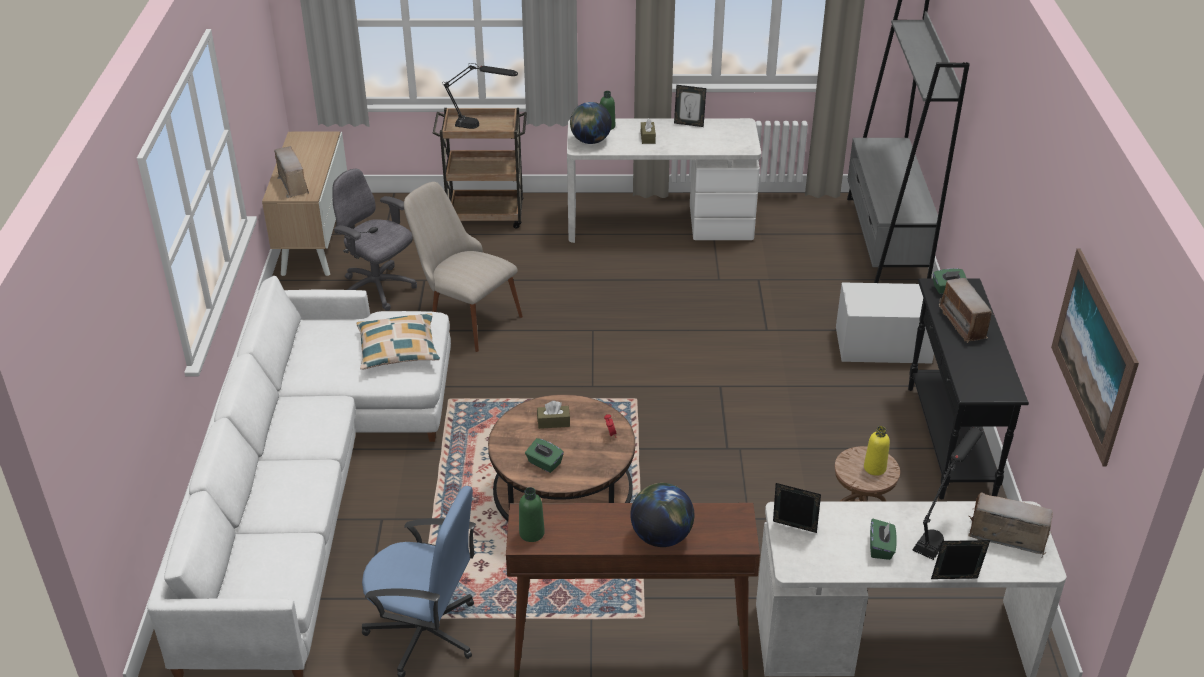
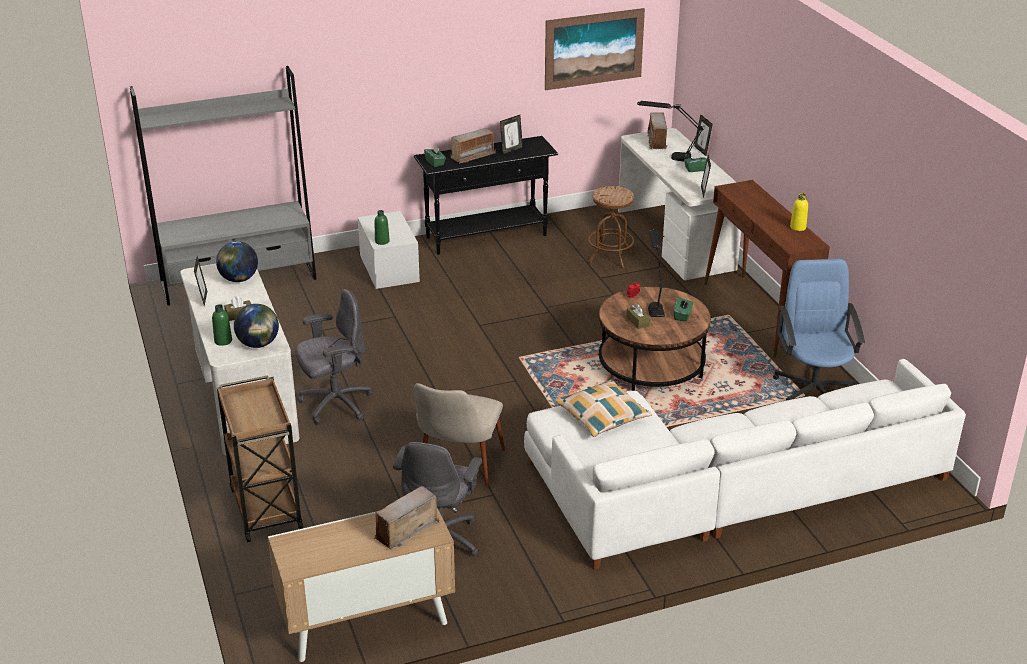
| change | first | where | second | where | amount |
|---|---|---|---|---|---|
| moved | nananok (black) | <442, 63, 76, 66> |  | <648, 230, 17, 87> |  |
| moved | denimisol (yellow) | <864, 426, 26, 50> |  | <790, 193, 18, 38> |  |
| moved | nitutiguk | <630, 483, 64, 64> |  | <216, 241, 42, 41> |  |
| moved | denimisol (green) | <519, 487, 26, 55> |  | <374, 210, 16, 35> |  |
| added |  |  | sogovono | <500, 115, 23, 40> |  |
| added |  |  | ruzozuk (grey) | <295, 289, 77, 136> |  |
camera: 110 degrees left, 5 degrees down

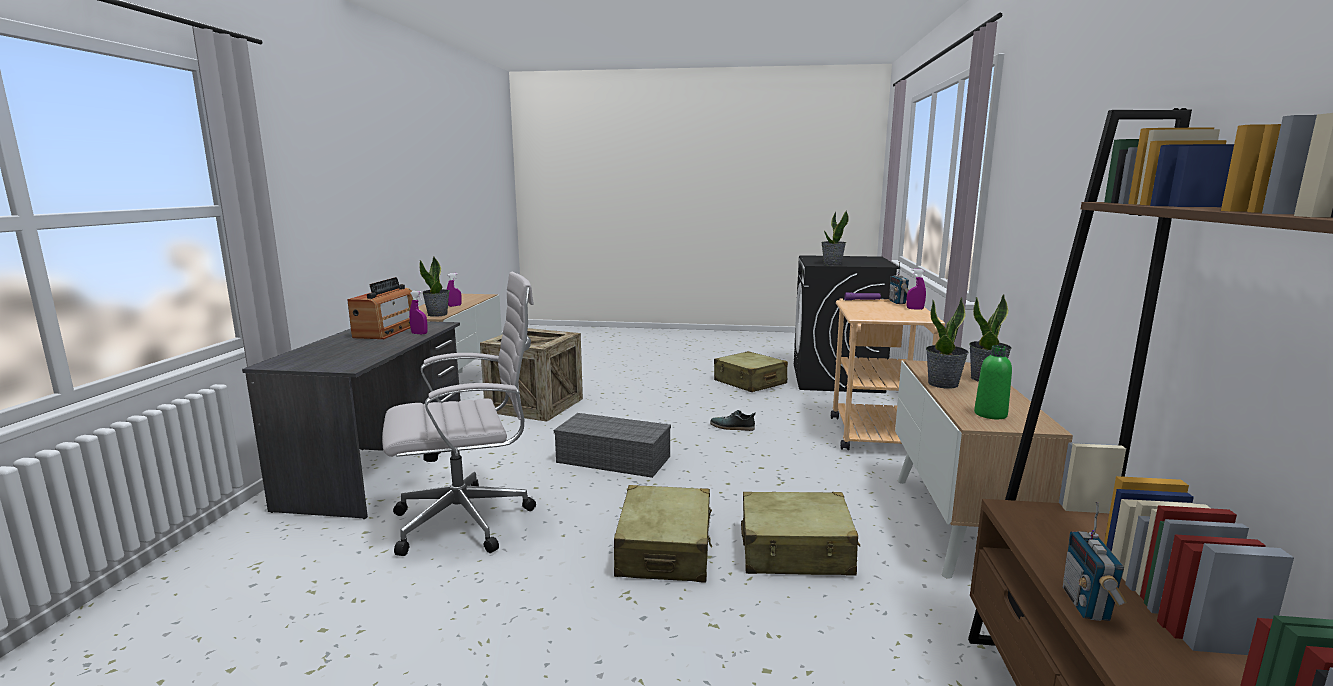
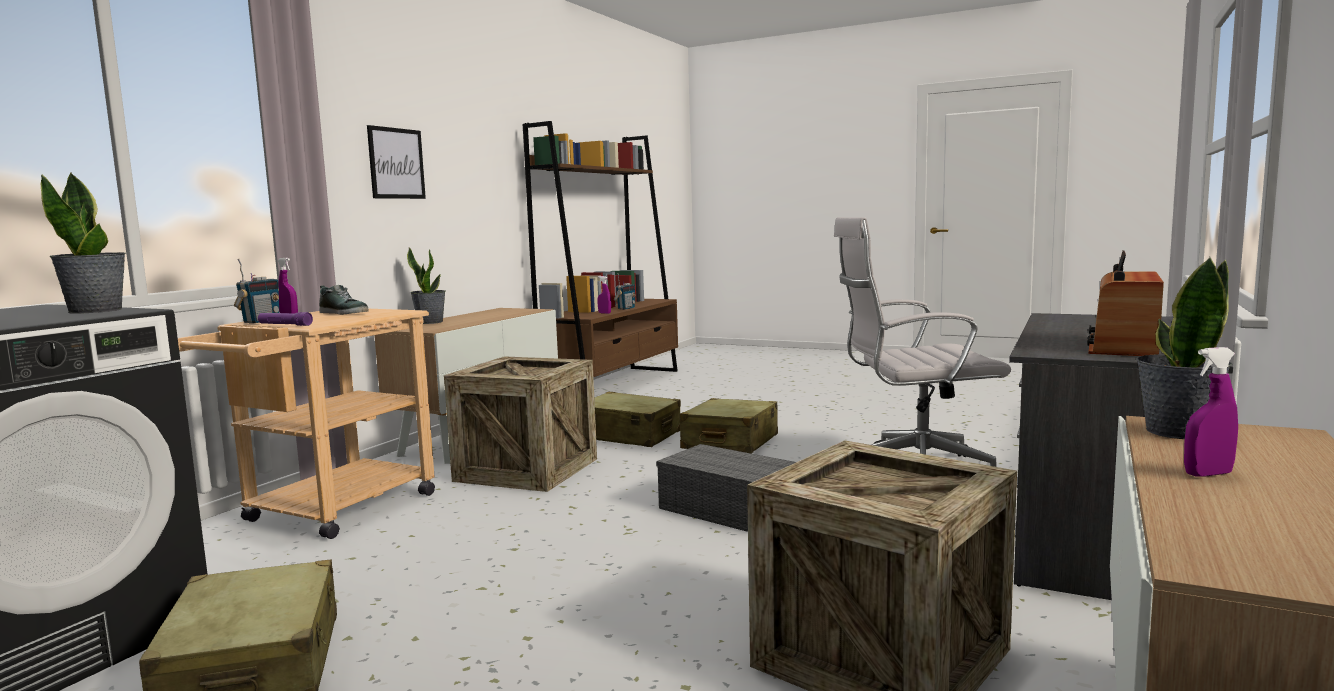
| change | first | where | second | where | amount |
|---|---|---|---|---|---|
| moved | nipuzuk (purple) | <409, 291, 19, 44> |  | <597, 276, 14, 38> |  |
| removed | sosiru | <926, 297, 43, 92> |  |  |  |
| removed | denimisol (green) | <974, 345, 38, 74> |  |  |  |
| moved | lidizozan | <710, 410, 46, 21> |  | <319, 285, 50, 30> |  |
| added |  |  | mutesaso | <367, 125, 59, 74> |  |
| added |  |  | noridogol | <444, 356, 153, 136> |  |
camera: 160 degrees left, 5 degrees down

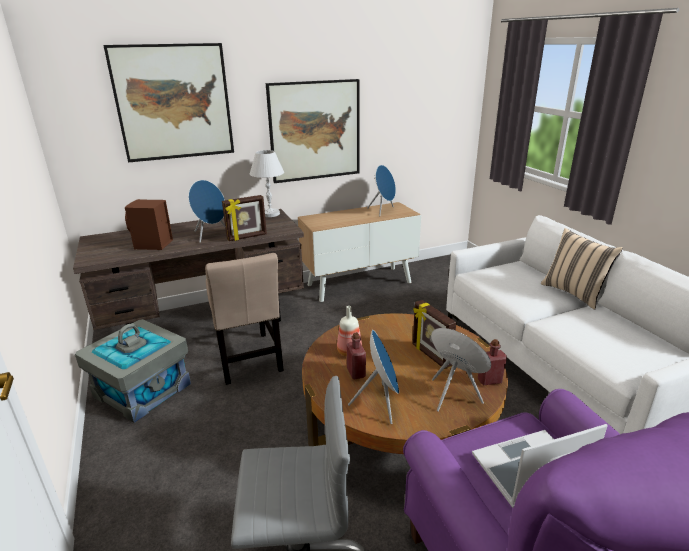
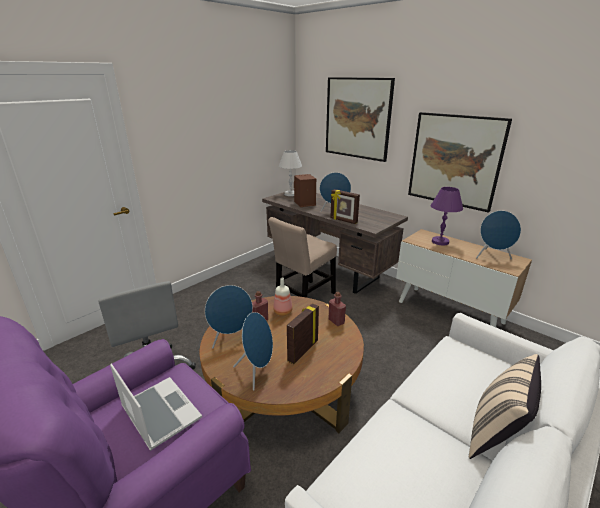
| change | first | where | second | where | amount |
|---|---|---|---|---|---|
| moved | nananok (white) | <250, 150, 34, 67> |  | <279, 150, 23, 46> |  |
| removed | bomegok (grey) | <75, 319, 116, 104> |  |  |  |
| moved | denimisol (red) | <478, 339, 29, 46> |  | <328, 292, 18, 34> |  |
| added |  |  | nananok (purple) | <431, 187, 32, 59> |  |
camera: 65 degrees right, 0 degrees up

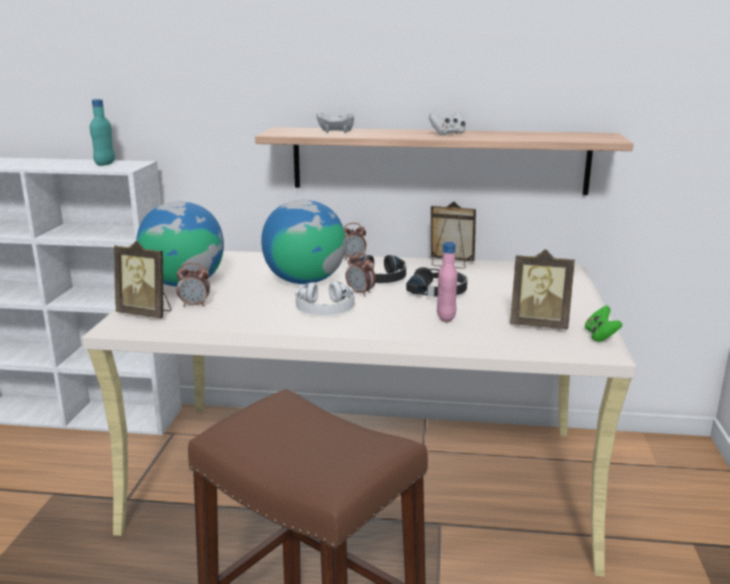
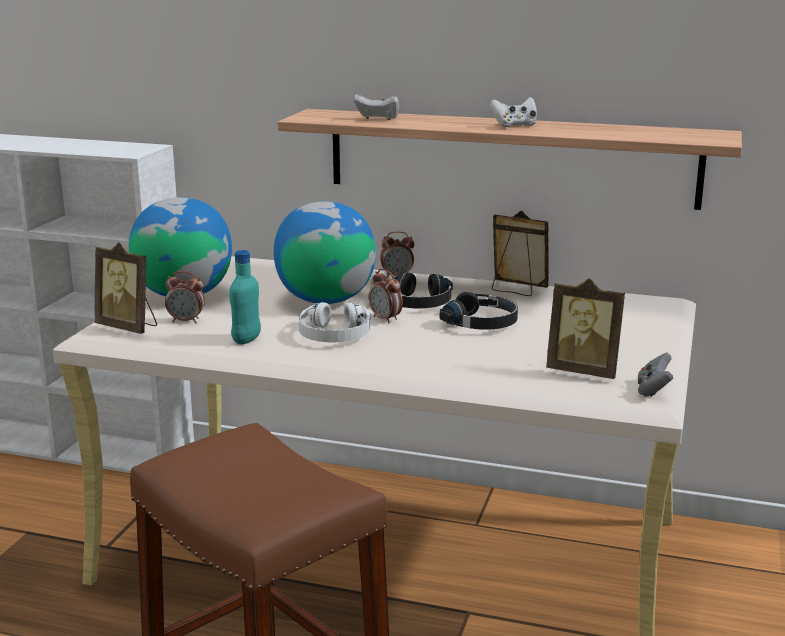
| change | first | where | second | where | amount |
|---|---|---|---|---|---|
| moved | denimisol (turquoise) | <90, 99, 25, 67> |  | <229, 250, 32, 94> |  |
| removed | denimisol (pink) | <437, 242, 21, 80> |  |  |  |
| recoloured | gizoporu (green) | <585, 305, 37, 37> | gizoporu (grey) | <638, 352, 35, 44> |  |
camera: 10 degrees right, 0 degrees up

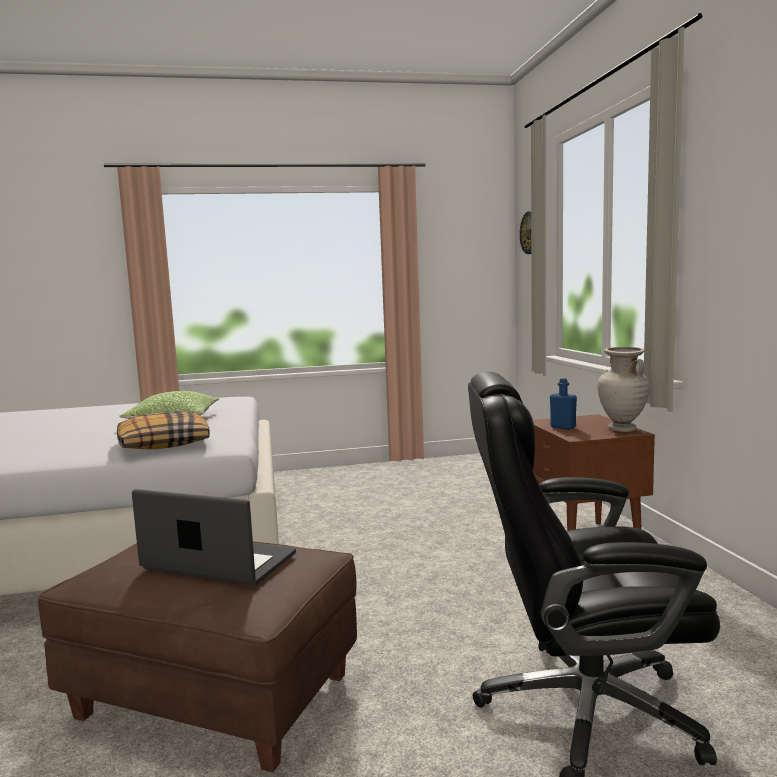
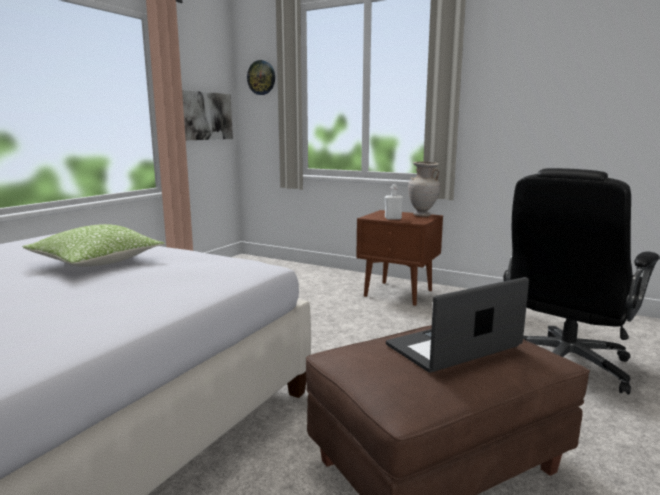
| change | first | where | second | where | amount |
|---|---|---|---|---|---|
| recoloured | denimisol (blue) | <550, 378, 27, 52> | denimisol (white) | <385, 184, 18, 36> |  |
| removed | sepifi | <117, 411, 93, 38> |  |  |  |
| added |  |  | mutesaso | <182, 90, 51, 50> |  |
camera: 50 degrees left, 5 degrees up

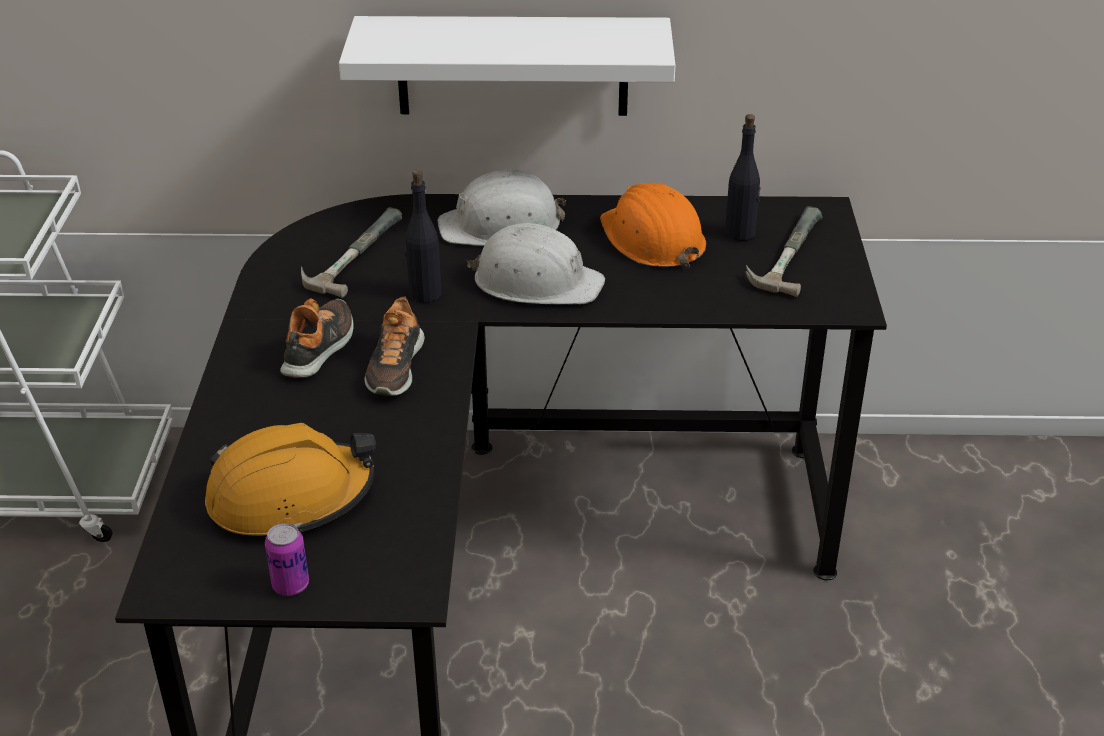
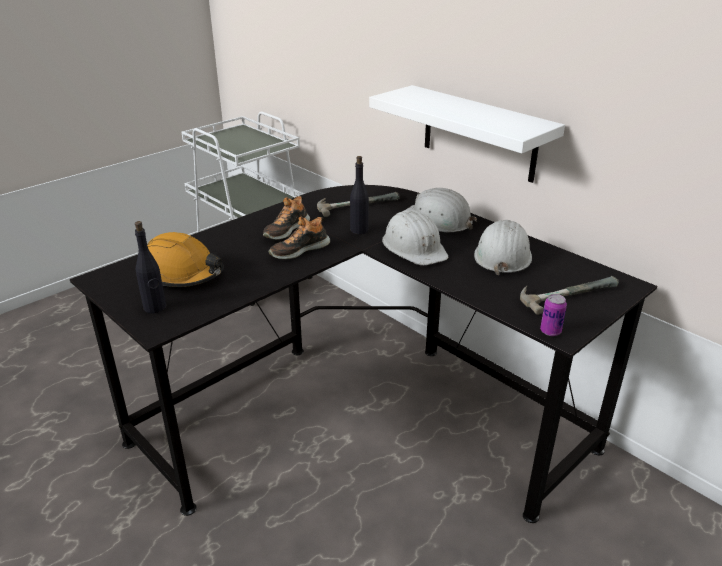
| change | first | where | second | where | amount |
|---|---|---|---|---|---|
| moved | denimisol (black) | <725, 114, 36, 127> |  | <135, 221, 31, 92> |  |
| recoloured | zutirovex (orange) | <600, 183, 106, 86> | zutirovex (white) | <474, 220, 58, 55> |  |
| turned | lidizozan | <280, 298, 74, 80> |  | <263, 196, 47, 44> | 150 degrees clockwise |
| moved | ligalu | <265, 523, 44, 73> |  | <540, 294, 27, 42> |  |
camera: 45 degrees right, 5 degrees down

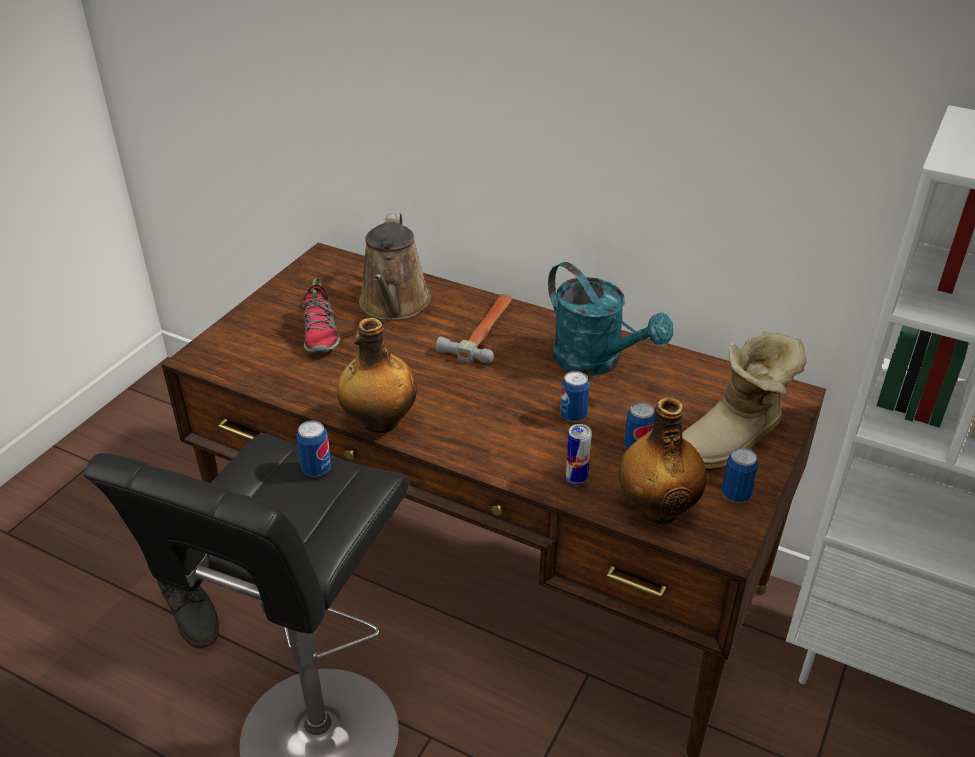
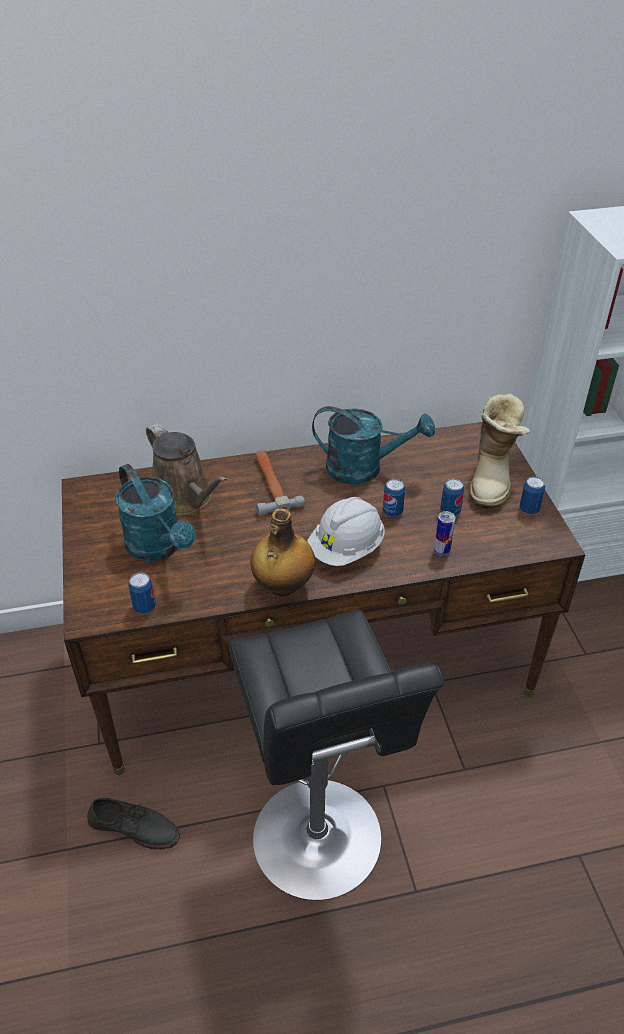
| change | first | where | second | where | amount |
|---|---|---|---|---|---|
| replaced | lidizozan | <301, 278, 39, 75> | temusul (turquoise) | <115, 464, 81, 97> |  |
| removed | denimisol | <619, 397, 88, 127> |  |  |  |
| moved | ligalu | <296, 421, 35, 55> |  | <128, 572, 28, 42> |  |
| added |  |  | zutirovex (white) | <307, 497, 78, 69> |  |
camera: 40 degrees left, 5 degrees up

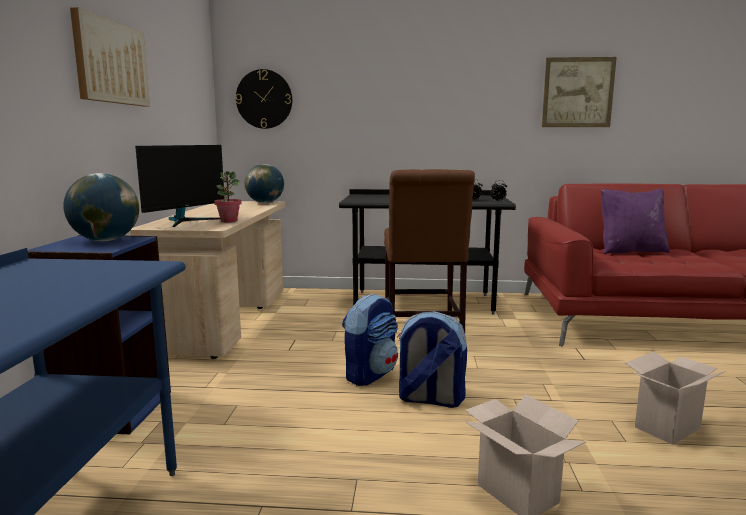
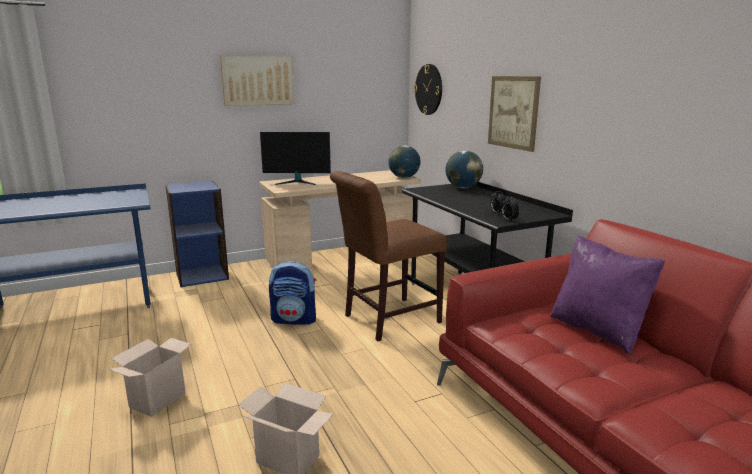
| change | first | where | second | where | amount |
|---|---|---|---|---|---|
| moved | mutesaso | <542, 57, 75, 70> |  | <488, 76, 53, 76> |  |
| removed | sosiru | <214, 171, 28, 51> |  |  |  |
| moved | nitutiguk | <63, 173, 76, 68> |  | <445, 151, 38, 37> |  |
| removed | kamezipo | <397, 311, 70, 97> |  |  |  |
camera: 60 degrees right, 5 degrees up

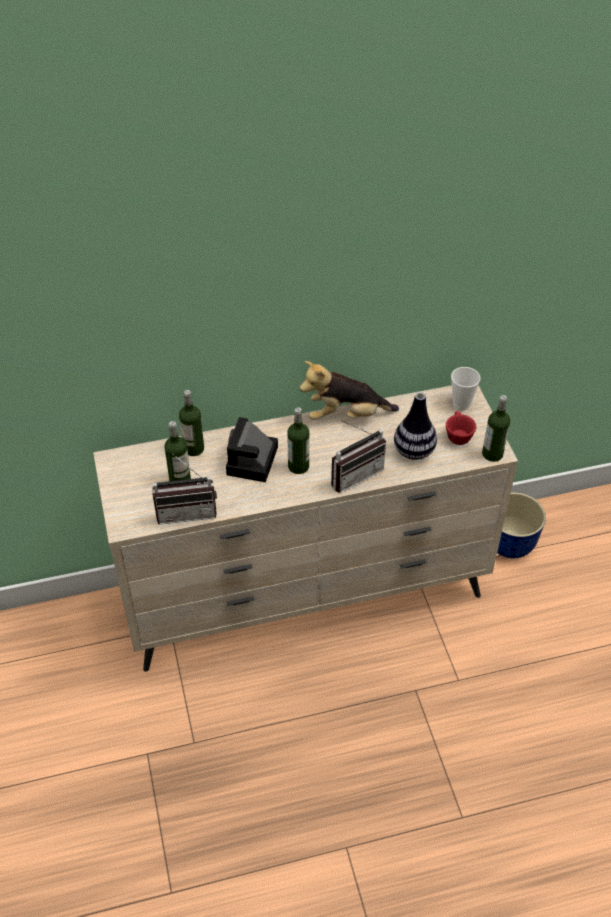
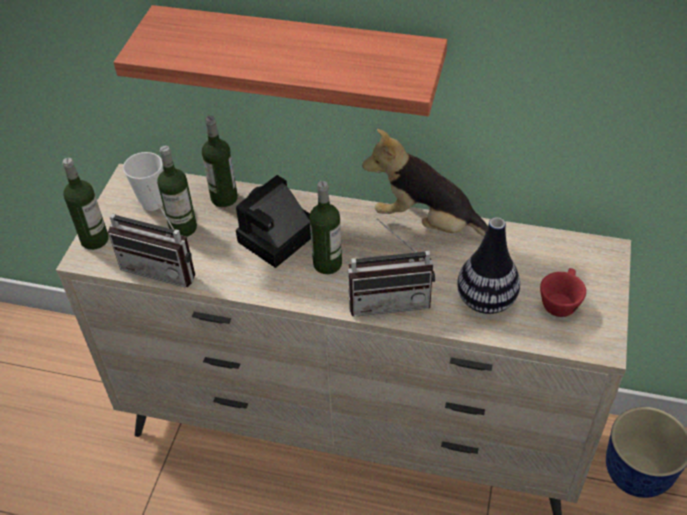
| change | first | where | second | where | amount |
|---|---|---|---|---|---|
| moved | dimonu | <451, 367, 30, 43> |  | <123, 152, 40, 59> |  |
| moved | denimisol | <482, 395, 28, 67> |  | <62, 158, 47, 92> |  |
| added |  |  | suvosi | <114, 5, 333, 111> |  |
camera: 30 degrees right, 0 degrees up

